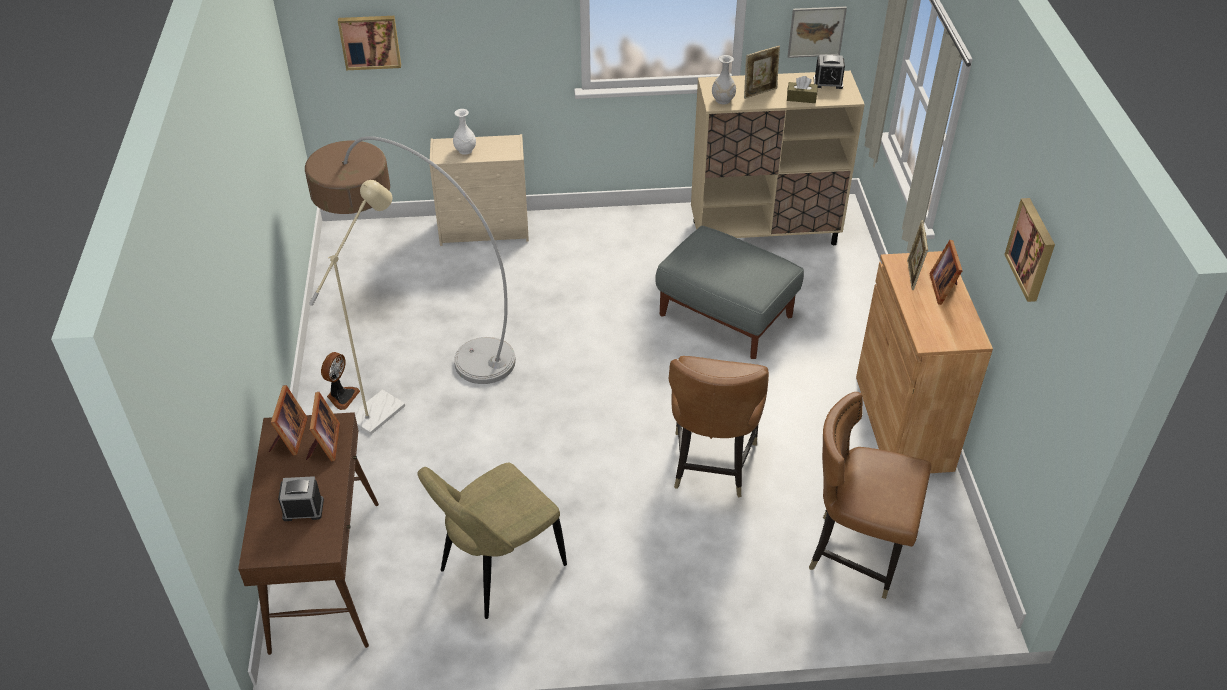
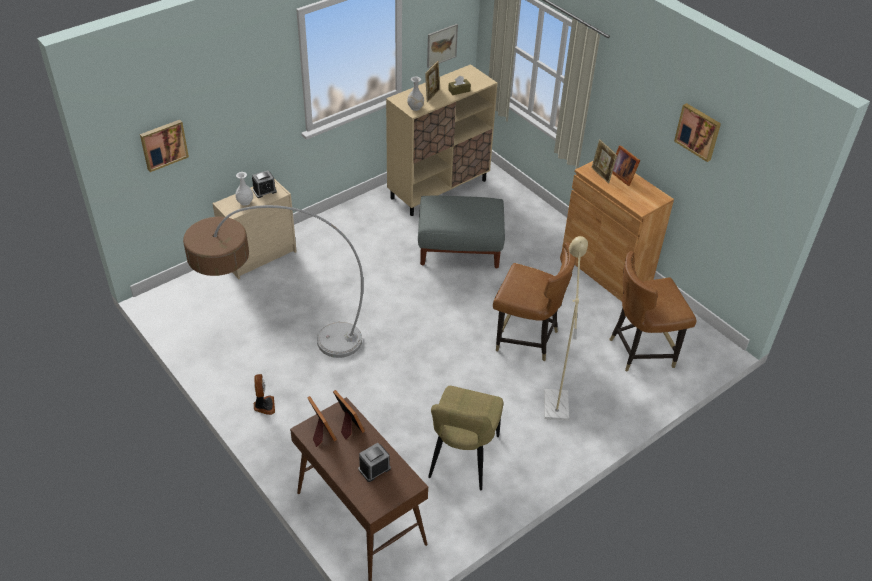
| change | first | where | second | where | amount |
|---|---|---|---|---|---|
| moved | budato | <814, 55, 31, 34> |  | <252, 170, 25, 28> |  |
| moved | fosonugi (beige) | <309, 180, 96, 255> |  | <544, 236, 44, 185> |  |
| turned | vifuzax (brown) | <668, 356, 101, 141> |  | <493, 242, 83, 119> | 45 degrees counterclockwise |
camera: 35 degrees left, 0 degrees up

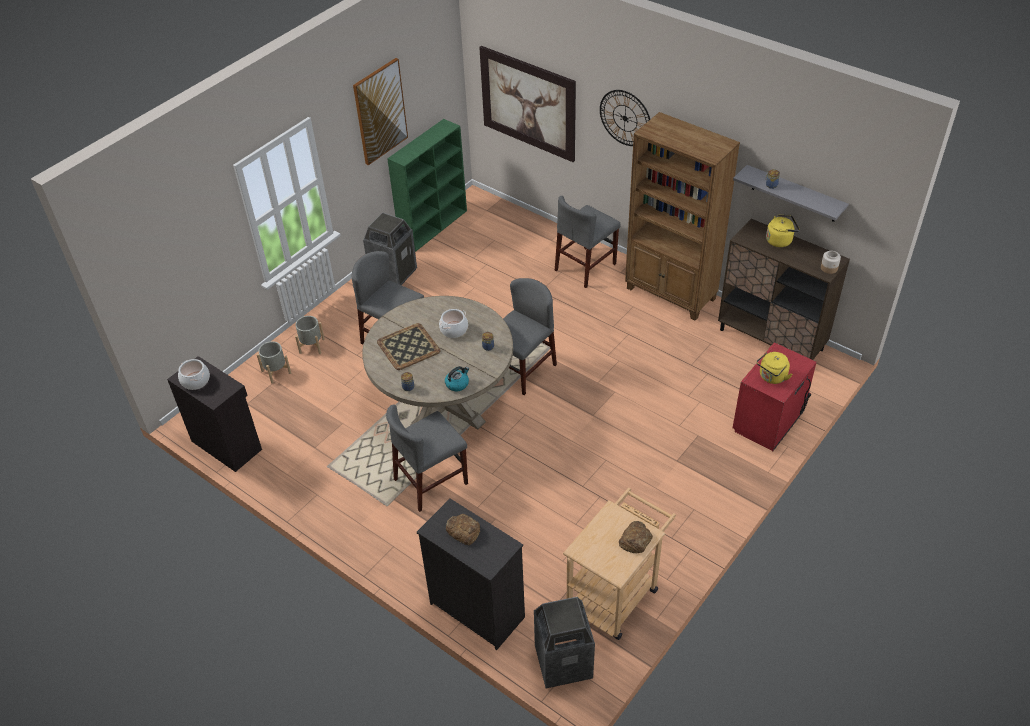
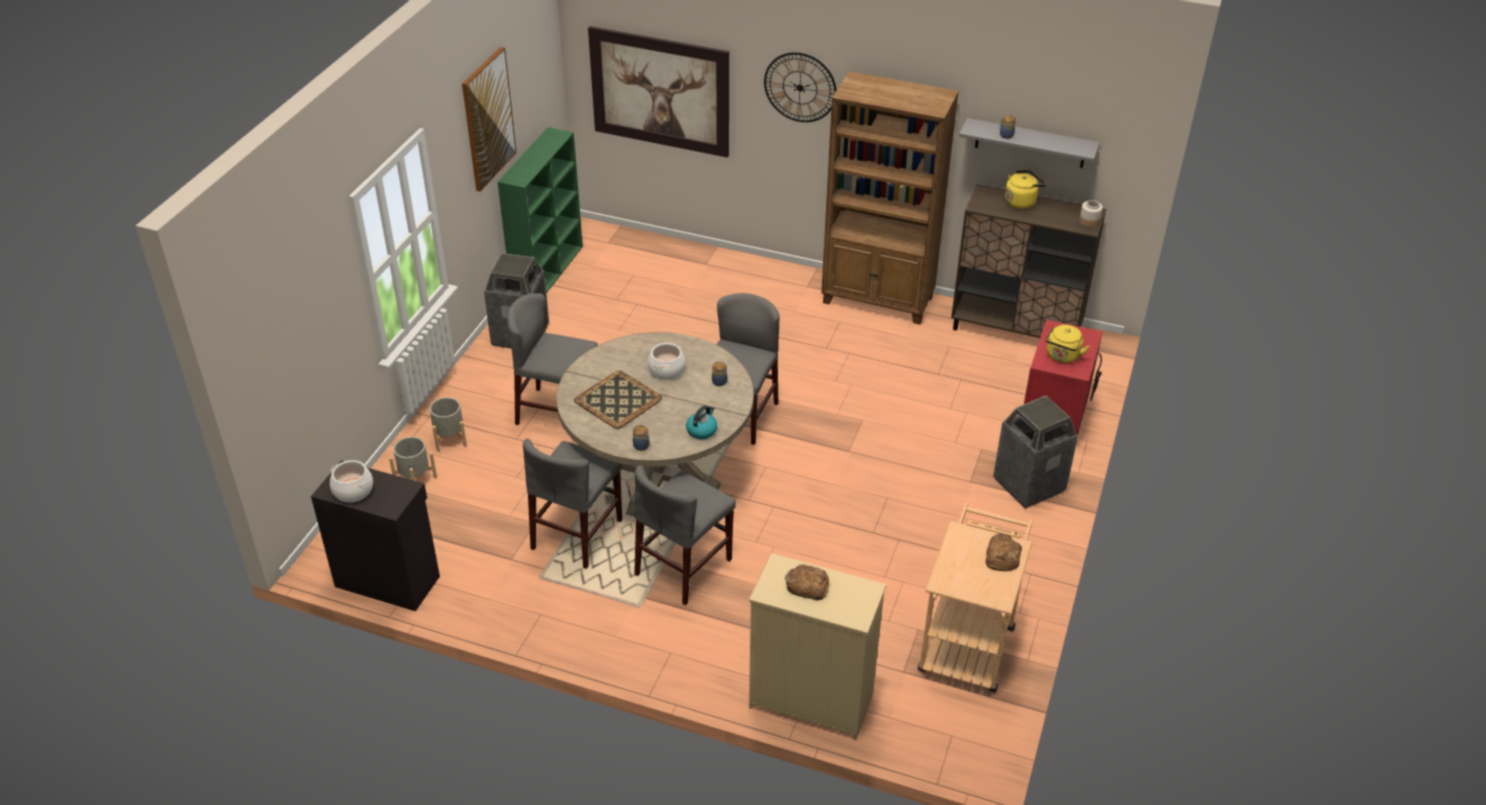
| change | first | where | second | where | amount |
|---|---|---|---|---|---|
| moved | vifuzax (grey) | <555, 196, 66, 92> |  | <523, 439, 99, 130> |  |
| recoloured | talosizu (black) | <417, 499, 108, 151> | talosizu (beige) | <749, 553, 137, 187> |  |
| moved | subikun | <534, 597, 61, 91> |  | <993, 396, 85, 113> |  |
camera: 20 degrees left, 5 degrees down

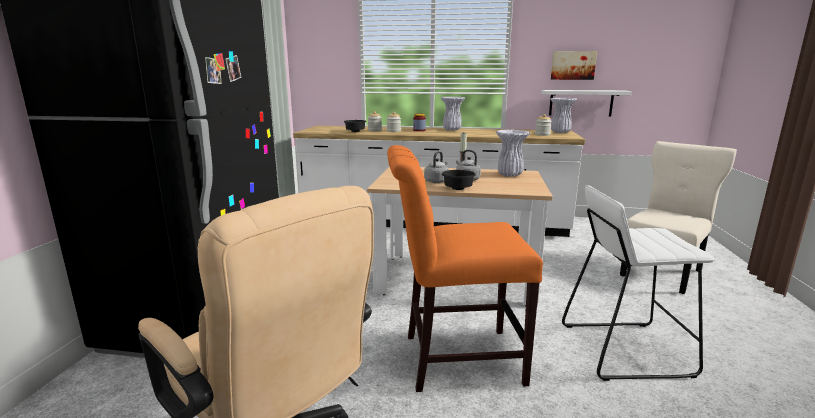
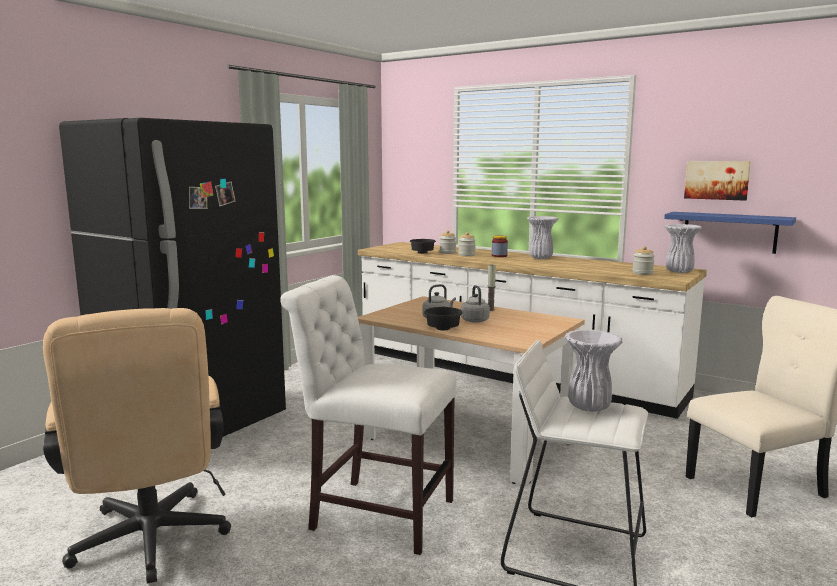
| change | first | where | second | where | amount |
|---|---|---|---|---|---|
| recoloured | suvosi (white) | <541, 90, 91, 26> | suvosi (blue) | <664, 212, 132, 42> |  |
| moved | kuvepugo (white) | <496, 130, 34, 47> |  | <564, 329, 58, 83> |  |
| recoloured | vifuzax (orange) | <387, 145, 156, 247> | vifuzax (white) | <280, 275, 177, 280> |  |
camera: 25 degrees right, 5 degrees down

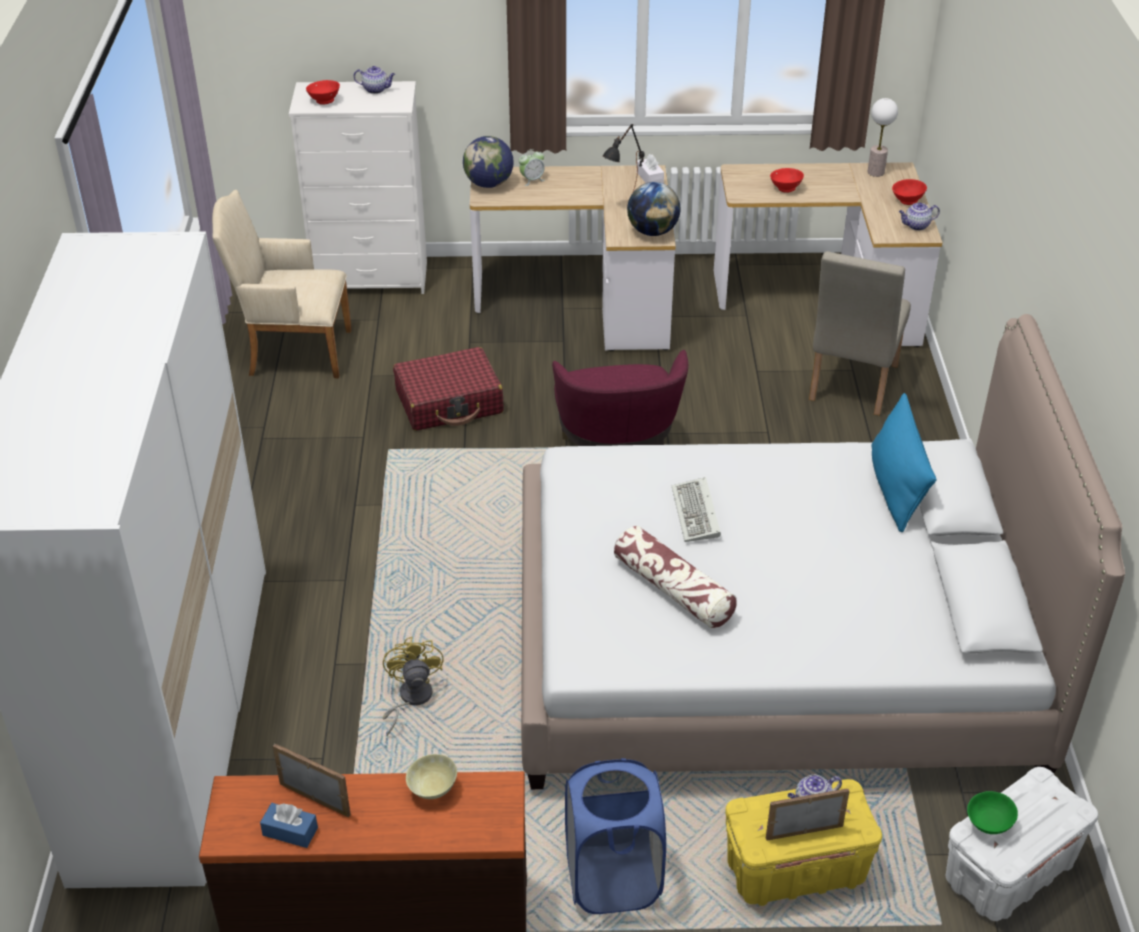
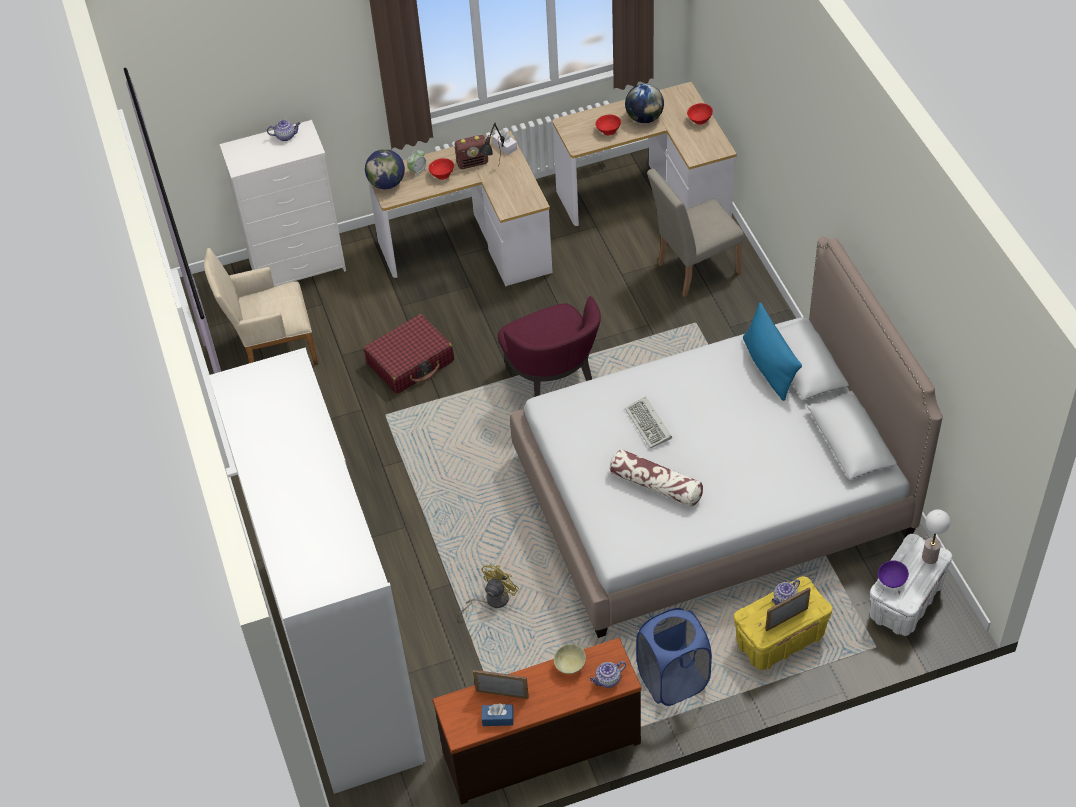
| change | first | where | second | where | amount |
|---|---|---|---|---|---|
| moved | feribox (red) | <306, 80, 34, 25> |  | <428, 158, 26, 22> |  |
| moved | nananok | <867, 98, 31, 79> |  | <922, 509, 28, 55> |  |
| moved | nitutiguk | <627, 182, 54, 54> |  | <625, 84, 39, 39> |  |
| moved | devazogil | <899, 203, 41, 28> |  | <590, 661, 36, 27> |  |
| turned | vifuzax (beige) | <809, 251, 102, 165> |  | <647, 168, 97, 129> | 60 degrees clockwise |
| turned | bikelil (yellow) | <383, 637, 61, 99> |  | <459, 564, 60, 50> | 60 degrees clockwise |
| recoloured | feribox (green) | <967, 791, 51, 43> | feribox (purple) | <878, 561, 31, 27> |  |
| added |  |  | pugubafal | <455, 135, 33, 34> |  |
camera: 15 degrees left, 10 degrees up

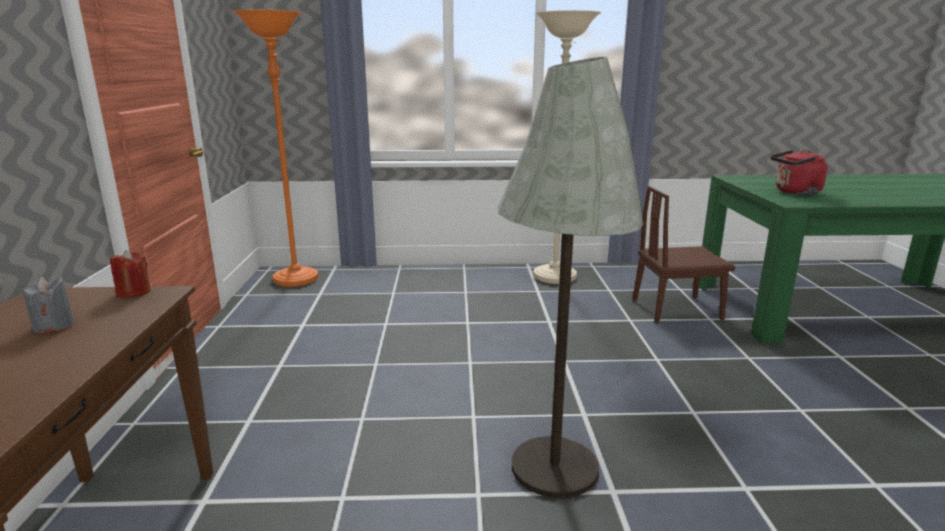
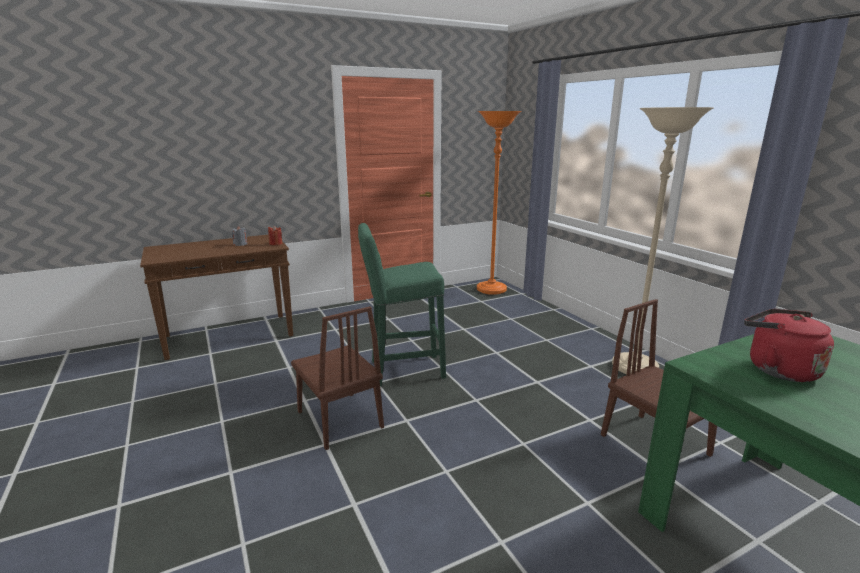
| change | first | where | second | where | amount |
|---|---|---|---|---|---|
| replaced | fosonugi (grey) | <498, 57, 145, 441> | vifuzax (brown) | <291, 306, 93, 144> |  |
| added |  |  | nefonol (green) | <358, 223, 88, 163> |  |
camera: 65 degrees right, 0 degrees up

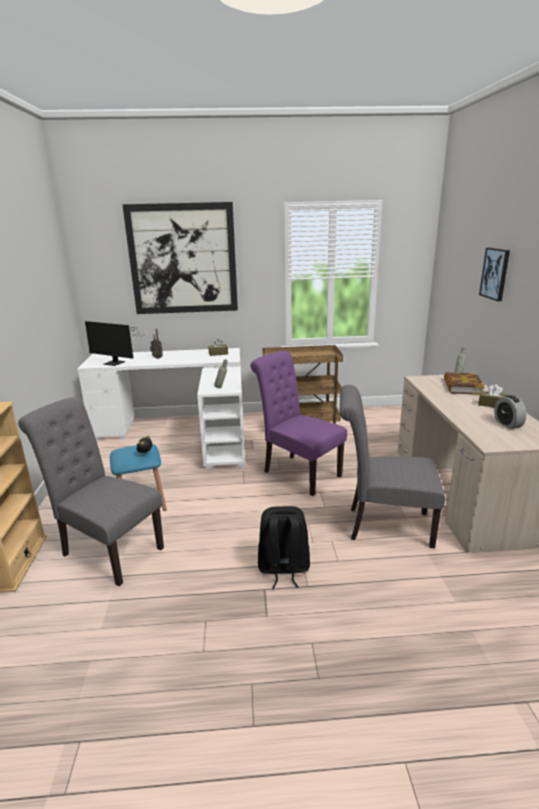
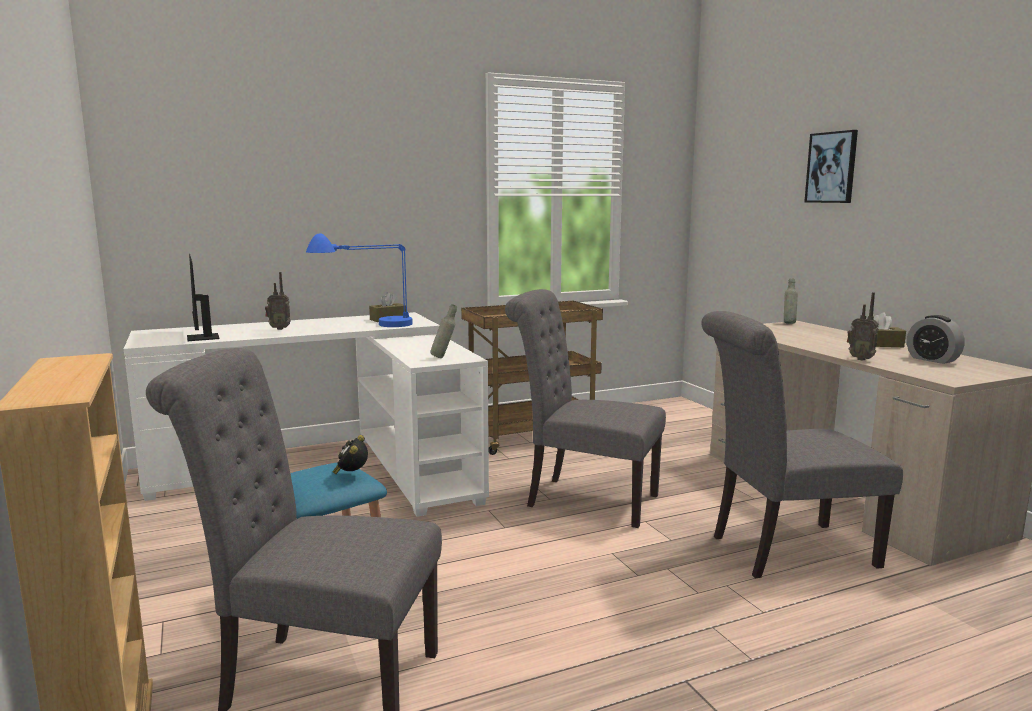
| change | first | where | second | where | amount |
|---|---|---|---|---|---|
| removed | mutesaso | <122, 202, 116, 112> |  |  |  |
| turned | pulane | <85, 321, 55, 45> |  | <187, 254, 32, 87> | 60 degrees clockwise |
| recoloured | vifuzax (purple) | <250, 351, 97, 145> | vifuzax (grey) | <505, 289, 161, 239> |  |
| removed | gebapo | <444, 372, 41, 23> |  |  |  |
| removed | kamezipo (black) | <258, 506, 52, 83> |  |  |  |
| added |  |  | nananok (blue) | <306, 233, 107, 94> |  |
| added |  |  | pugubafal | <847, 292, 32, 69> |  |
camera: 20 degrees left, 10 degrees down

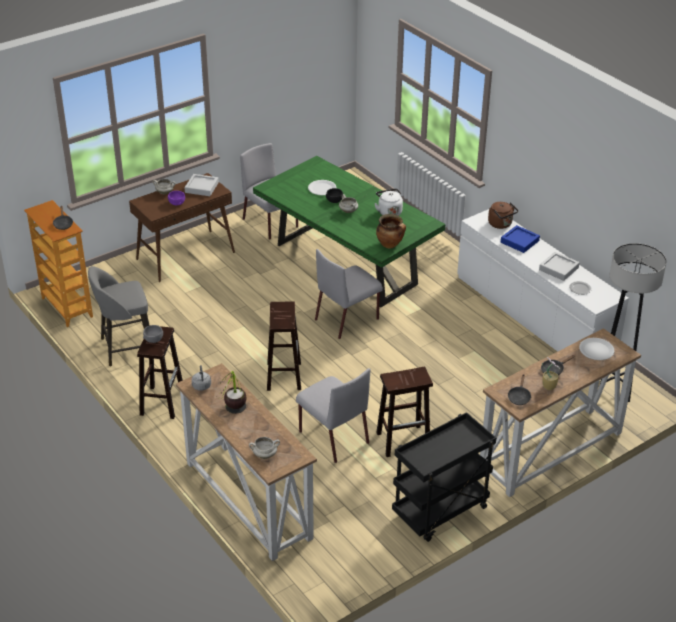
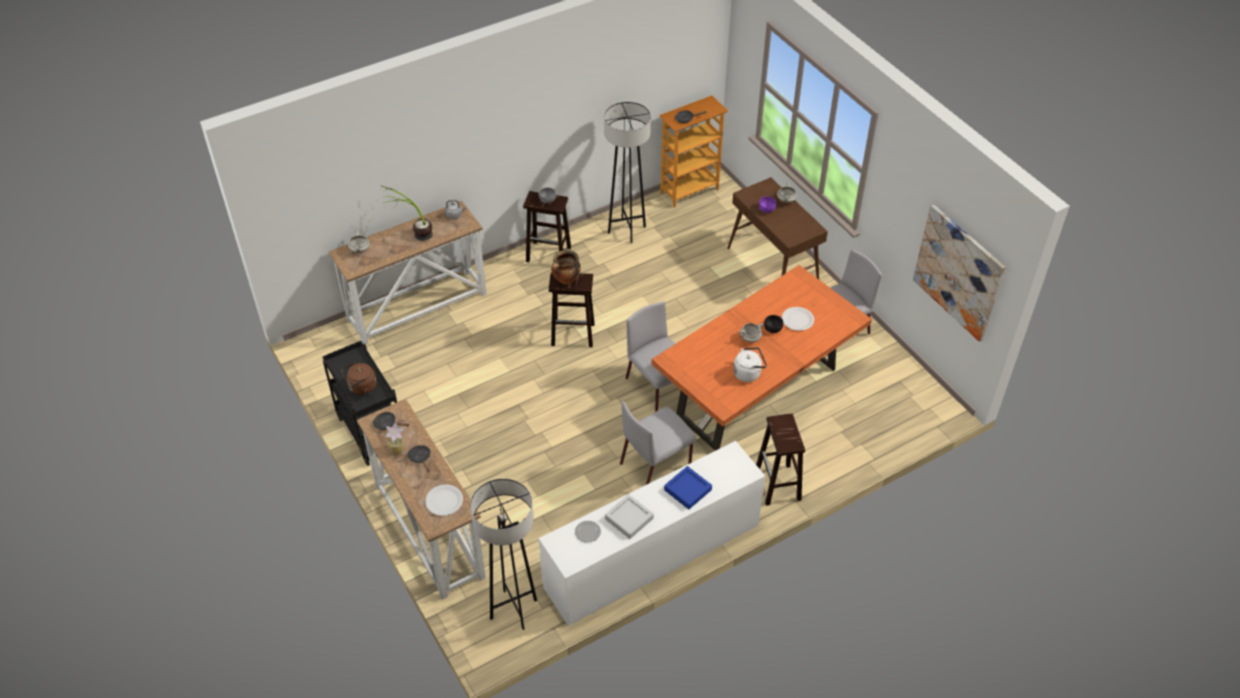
| change | first | where | second | where | amount |
|---|---|---|---|---|---|
| recoloured | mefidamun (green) | <253, 156, 193, 152> | mefidamun (orange) | <652, 265, 220, 186> |  |
| removed | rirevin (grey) | <185, 174, 34, 22> |  |  |  |
| moved | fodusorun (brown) | <488, 202, 30, 27> |  | <341, 362, 36, 33> |  |
| moved | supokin | <376, 214, 30, 34> |  | <551, 250, 30, 35> |  |
| replaced | nefonol (grey) | <88, 266, 62, 100> | fosonugi (black) | <604, 102, 47, 141> |  |
| moved | nefonol (brown) | <376, 367, 57, 90> |  | <756, 413, 49, 93> |  |
| moved | vifuzax (grey) | <296, 368, 75, 95> |  | <620, 401, 76, 84> |  |
| added |  |  | mutesaso | <913, 205, 92, 137> |  |
camera: 95 degrees right, 10 degrees up

